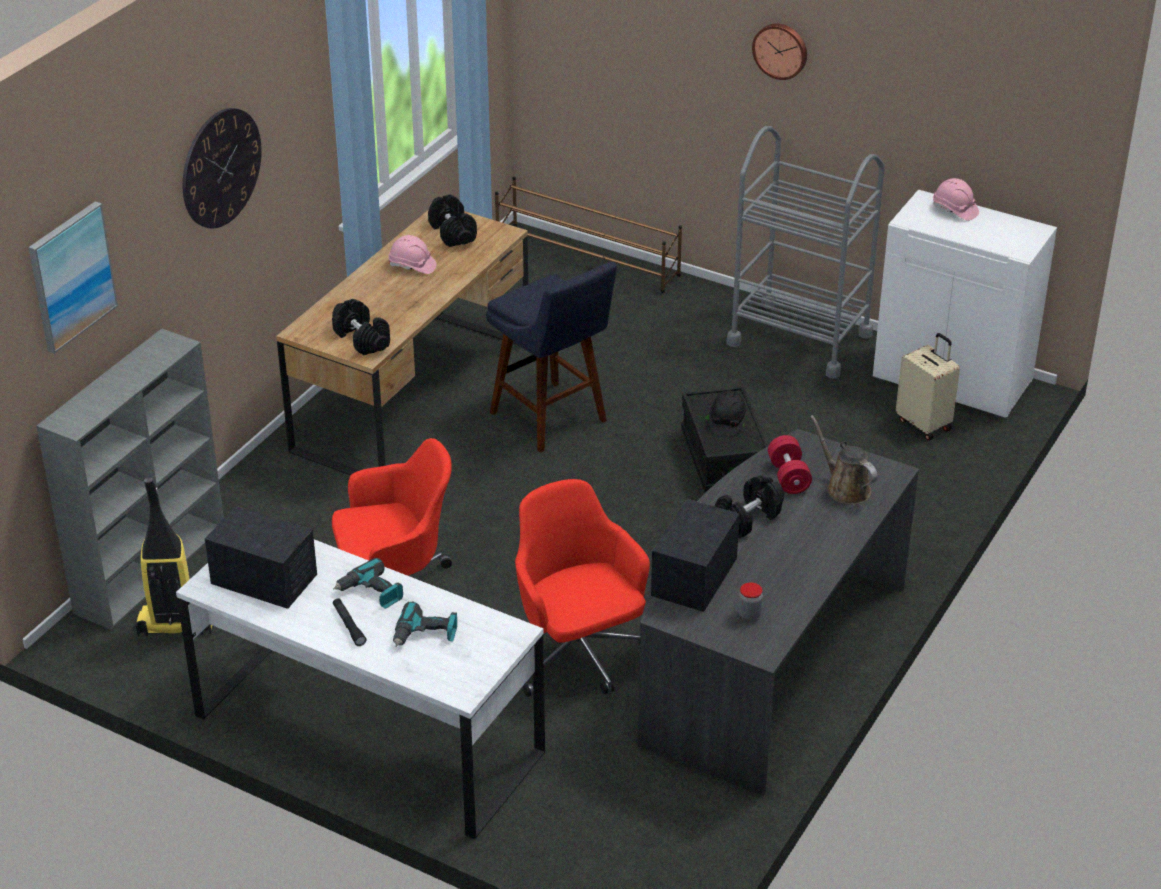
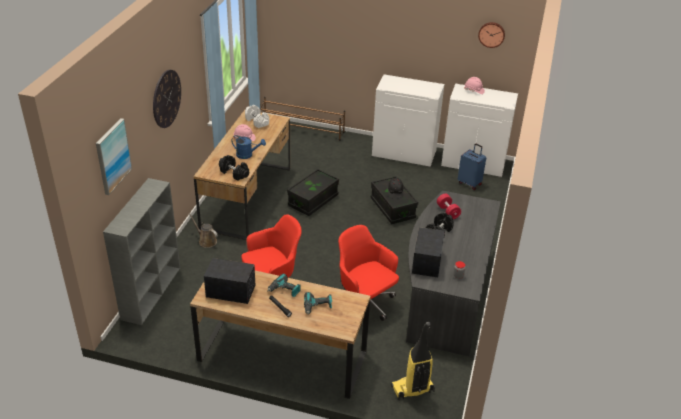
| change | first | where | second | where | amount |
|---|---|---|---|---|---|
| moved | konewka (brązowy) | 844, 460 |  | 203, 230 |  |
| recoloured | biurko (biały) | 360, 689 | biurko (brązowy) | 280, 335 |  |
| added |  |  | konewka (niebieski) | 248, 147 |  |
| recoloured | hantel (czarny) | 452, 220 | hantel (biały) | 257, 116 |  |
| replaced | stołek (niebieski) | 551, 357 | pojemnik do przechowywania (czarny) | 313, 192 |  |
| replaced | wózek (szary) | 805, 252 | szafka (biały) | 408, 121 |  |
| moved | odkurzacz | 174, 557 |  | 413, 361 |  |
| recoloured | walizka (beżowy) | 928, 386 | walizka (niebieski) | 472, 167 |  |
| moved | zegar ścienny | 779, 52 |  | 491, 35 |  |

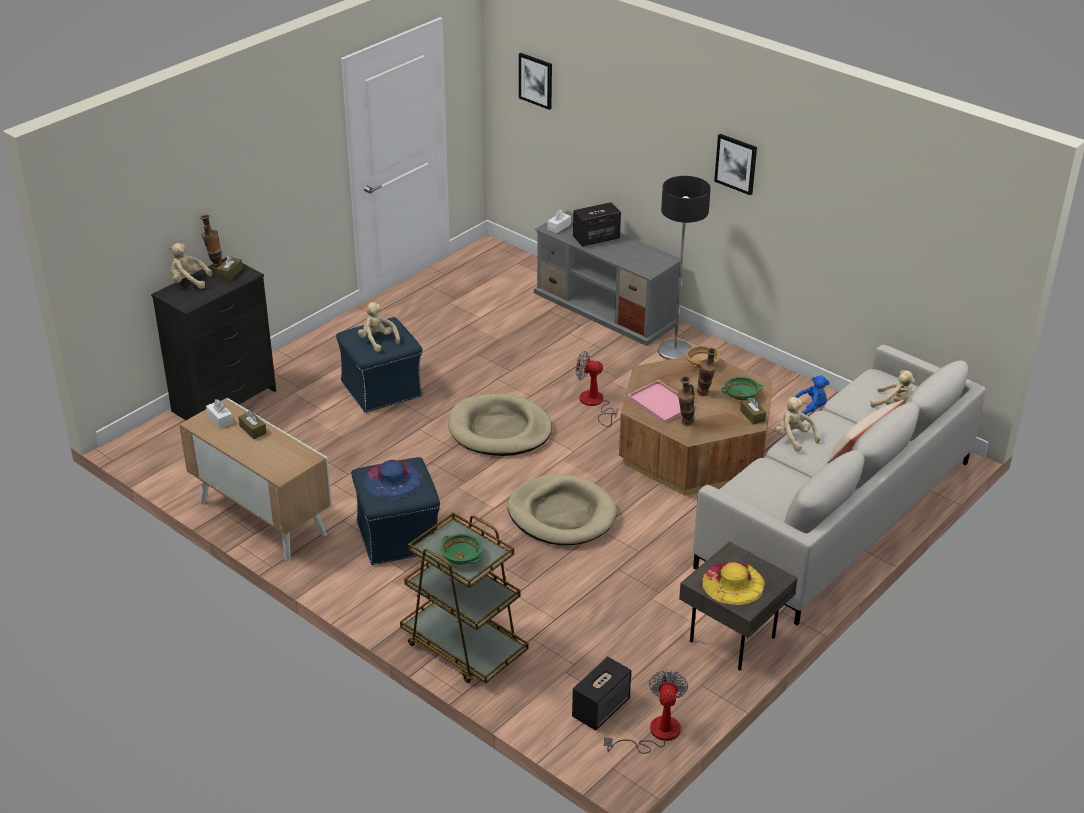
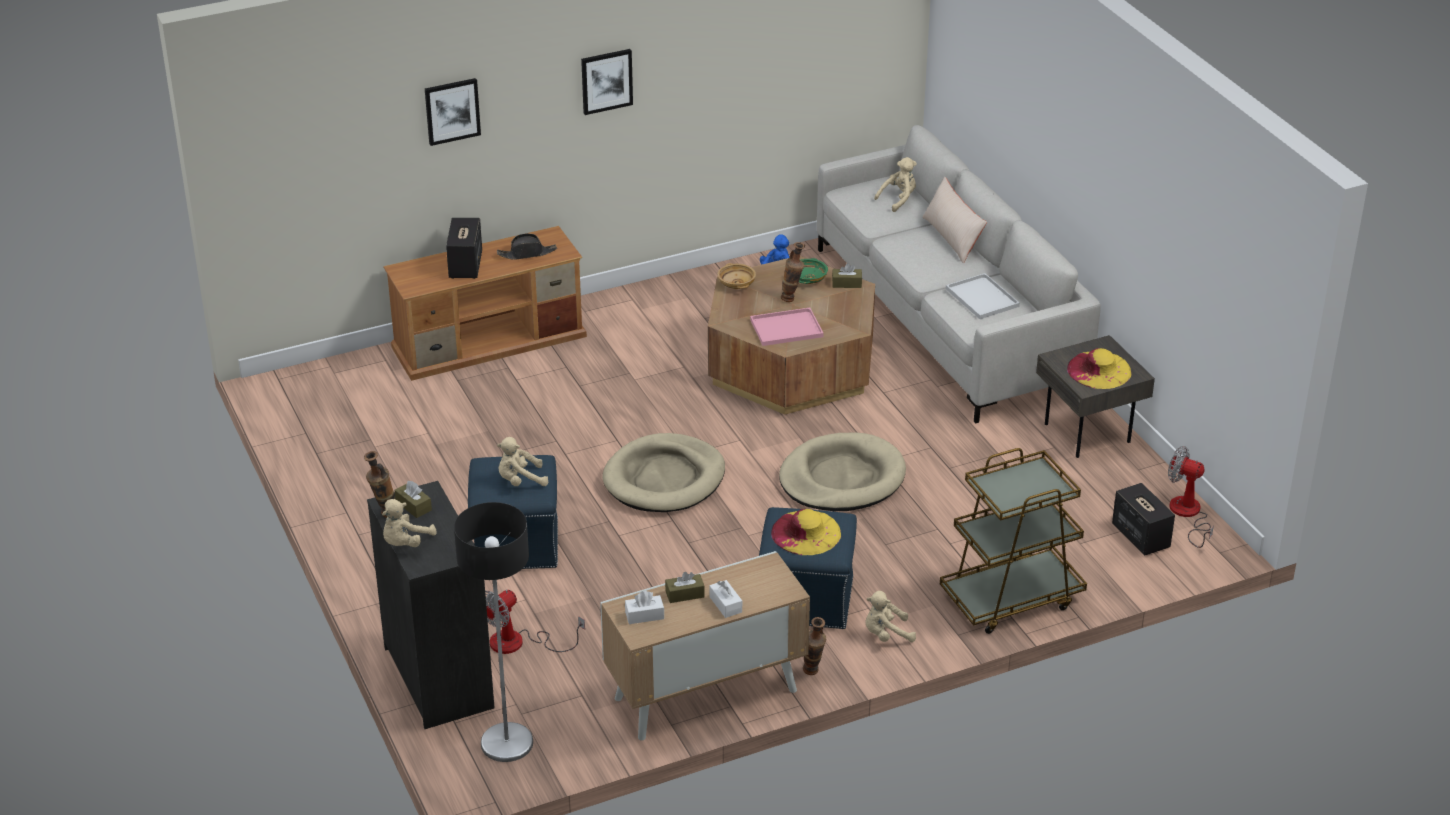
| change | first | where | second | where | amount |
|---|---|---|---|---|---|
| recoloured | szafka pod telewizor (szary) | 607, 278 | szafka pod telewizor (brązowy) | 485, 303 |  |
| moved | obraz | 535, 81 |  | 453, 112 |  |
| moved | lampa stojąca | 684, 268 |  | 493, 632 |  |
| moved | wentylator | 597, 389 |  | 535, 622 |  |
| added |  |  | kapelusz (czarny) | 527, 246 |  |
| moved | pudełko chusteczek (biały) | 559, 221 |  | 725, 599 |  |
| recoloured | kapelusz (niebieski) | 393, 479 | kapelusz (żółty) | 806, 532 |  |
| moved | wazon | 686, 401 |  | 814, 646 |  |
| moved | pluszak (beżowy) | 797, 424 |  | 890, 616 |  |
| added |  |  | taca (biały) | 983, 296 |  |
| removed | miska (zielony) | 461, 549 |  |  |  |

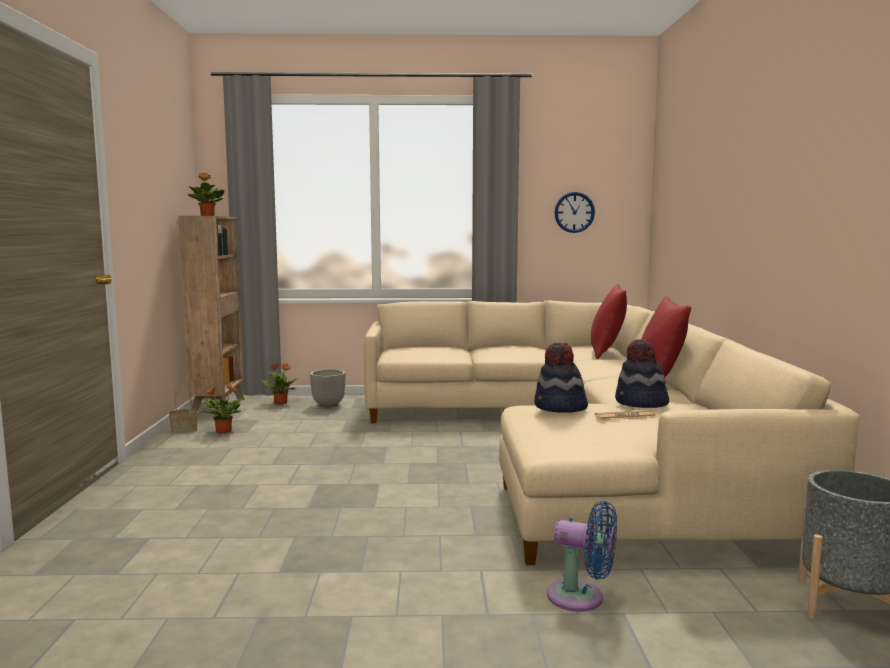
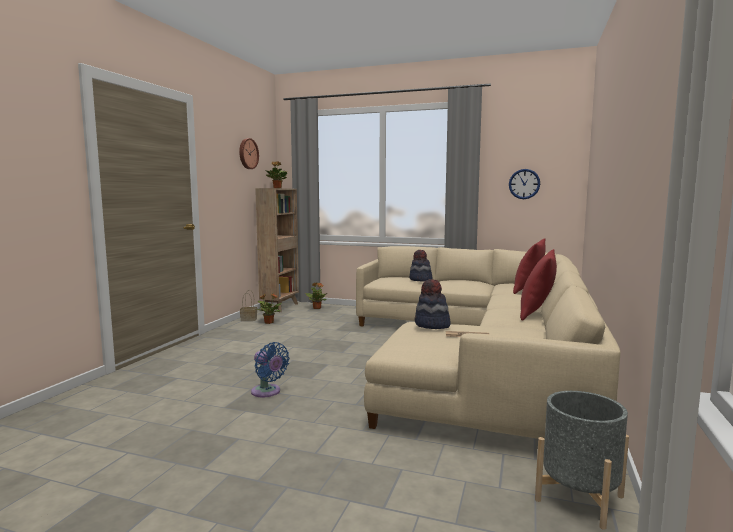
| change | first | where | second | where | amount |
|---|---|---|---|---|---|
| added |  |  | zegar ścienny | 249, 153 |  |
| moved | wentylator (niebieski) | 582, 556 |  | 270, 369 |  |
| moved | kapelusz | 642, 373 |  | 420, 265 |  |
| removed | donica | 328, 388 |  |  |  |

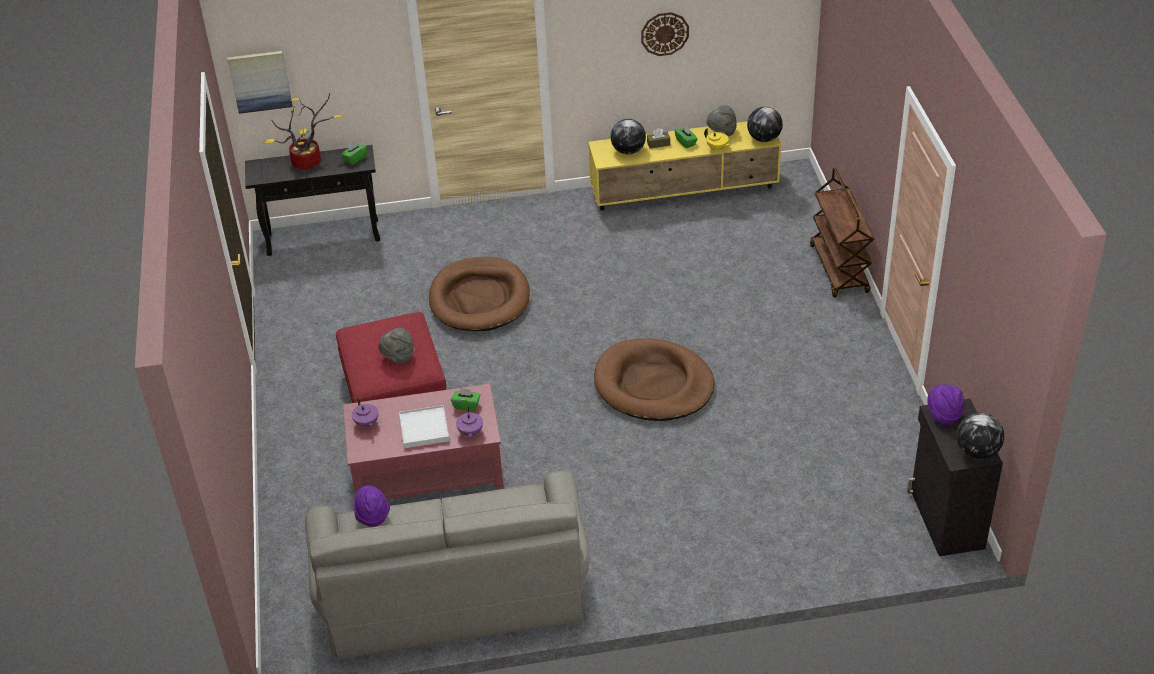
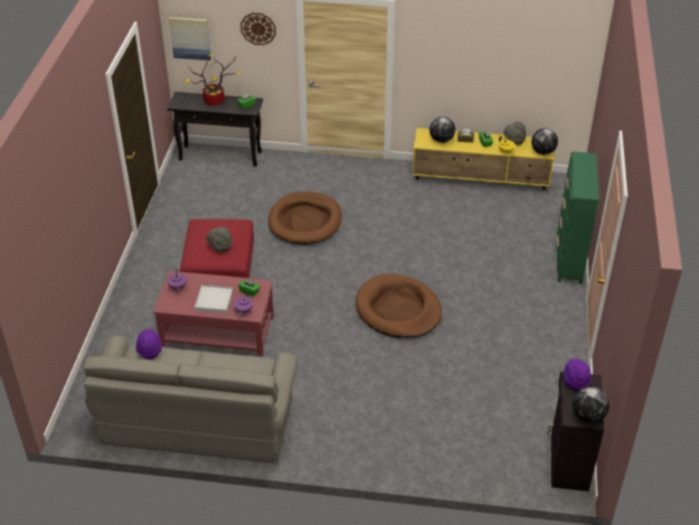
| change | first | where | second | where | amount |
|---|---|---|---|---|---|
| moved | zegar ścienny | 665, 34 |  | 258, 29 |  |
| replaced | wózek (brązowy) | 842, 232 | komoda (zielony) | 578, 217 |  |

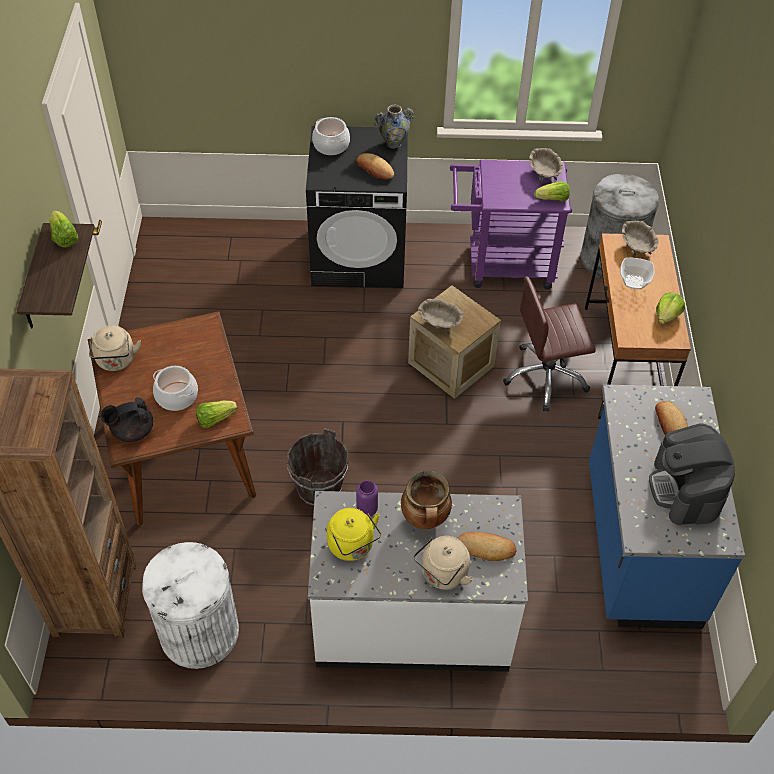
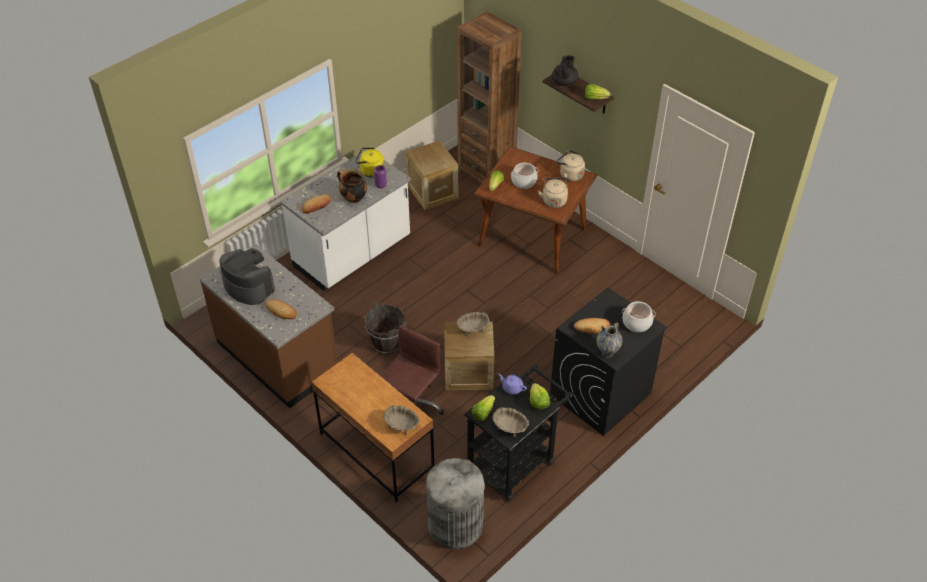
| change | first | where | second | where | amount |
|---|---|---|---|---|---|
| recoloured | zabudowa kuchenna (niebieski) | 667, 507 | zabudowa kuchenna (brązowy) | 268, 326 |  |
| moved | wiadro (brązowy) | 317, 467 |  | 385, 327 |  |
| replaced | kosz na śmieci (biały) | 190, 605 | skrzynka | 432, 175 |  |
| recoloured | wózek (fioletowy) | 511, 225 | wózek (czarny) | 519, 432 |  |
| added |  |  | imbryk (fioletowy) | 512, 384 |  |
| moved | sałata | 670, 308 |  | 540, 396 |  |
| moved | czajnik (beżowy) | 443, 563 |  | 553, 193 |  |
| moved | imbryk (czarny) | 126, 419 |  | 565, 71 |  |
| removed | miska | 637, 273 |  |  |  |

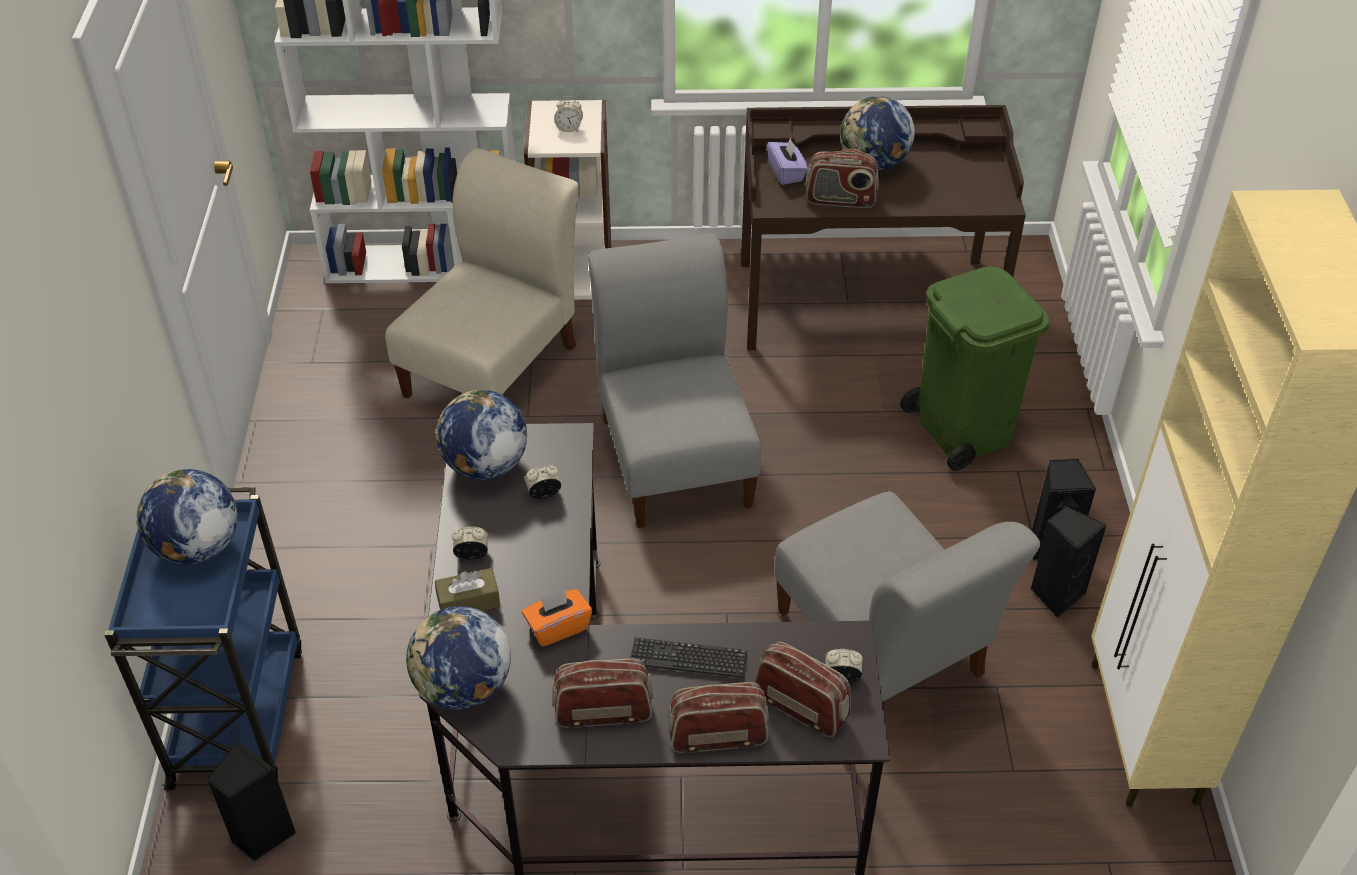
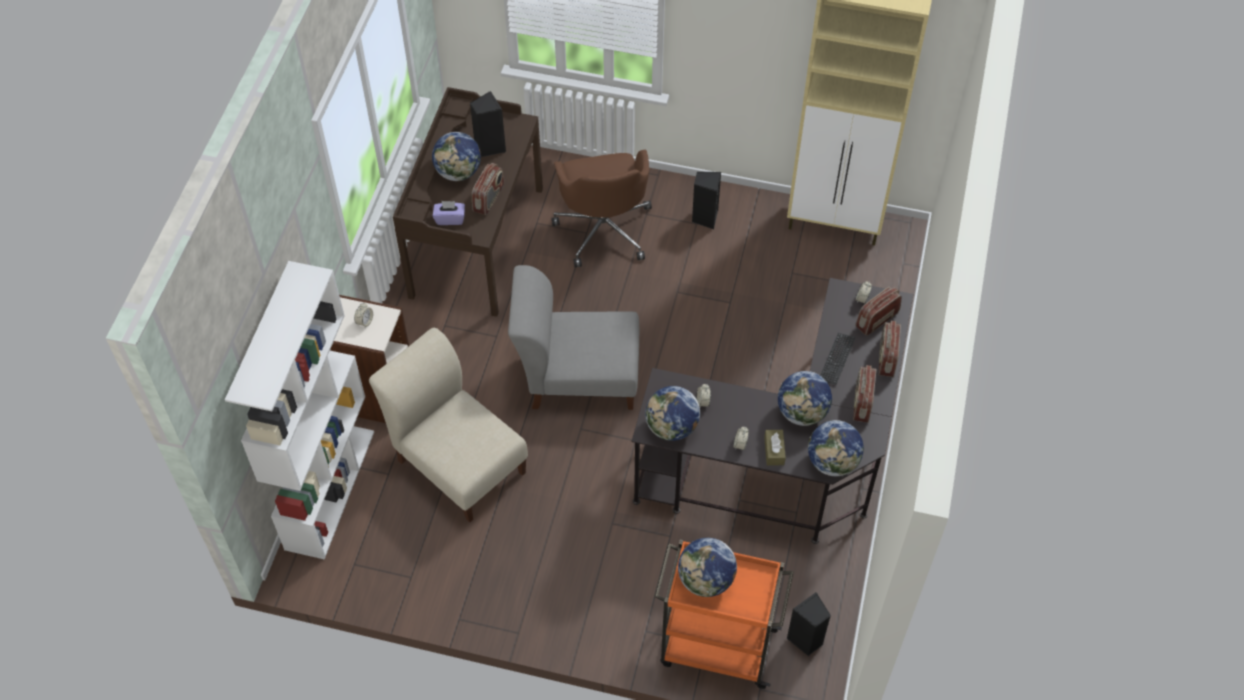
| change | first | where | second | where | amount |
|---|---|---|---|---|---|
| moved | głośnik (czarny) | 1068, 561 |  | 488, 124 |  |
| replaced | kosz na śmieci (zielony) | 975, 368 | krzesło biurowe (brązowy) | 601, 208 |  |
| recoloured | wózek (niebieski) | 203, 638 | wózek (pomarańczowy) | 724, 614 |  |
| replaced | pudełko chusteczek (pomarańczowy) | 557, 618 | globus | 805, 398 |  |
| removed | krzesło (szary) | 907, 600 |  |  |  |

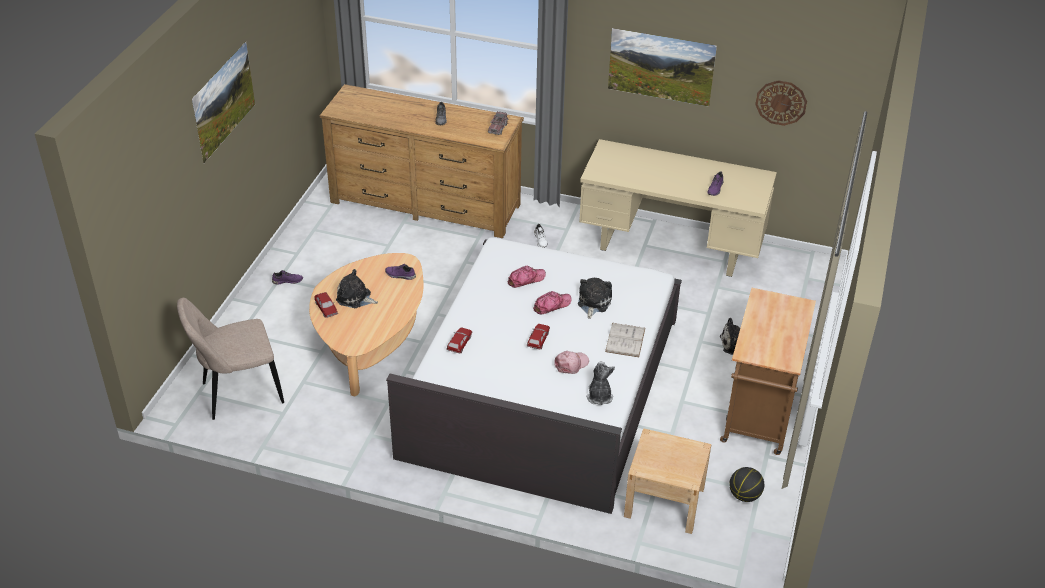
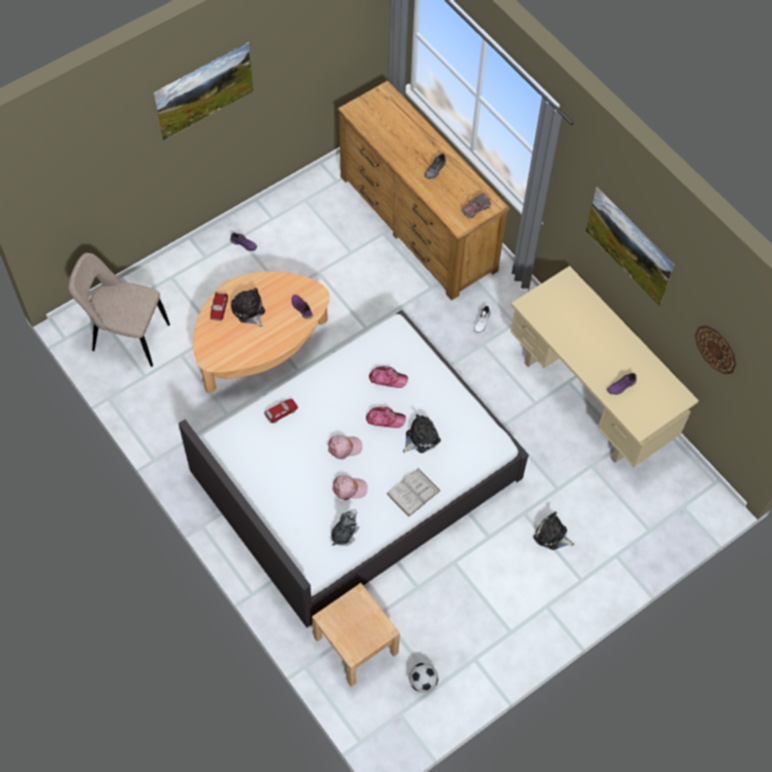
| change | first | where | second | where | amount |
|---|---|---|---|---|---|
| replaced | samochodzik | 538, 336 | czapka z daszkiem (różowy) | 345, 447 |  |
| replaced | piłka do koszykówki | 746, 484 | piłka futbolowa | 423, 678 |  |
| removed | wózek (brązowy) | 768, 371 |  |  |  |

